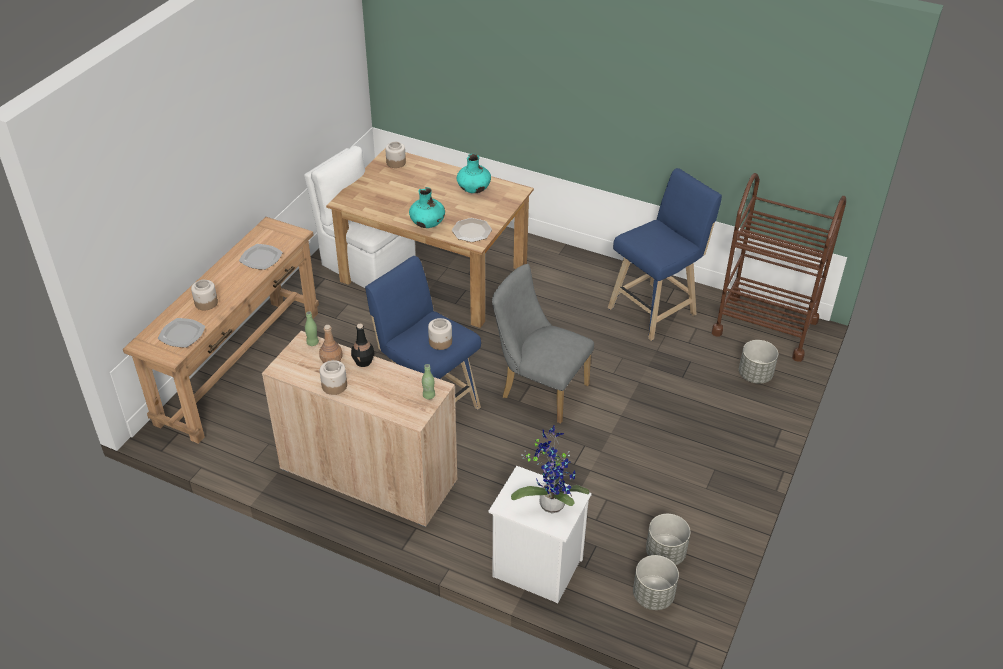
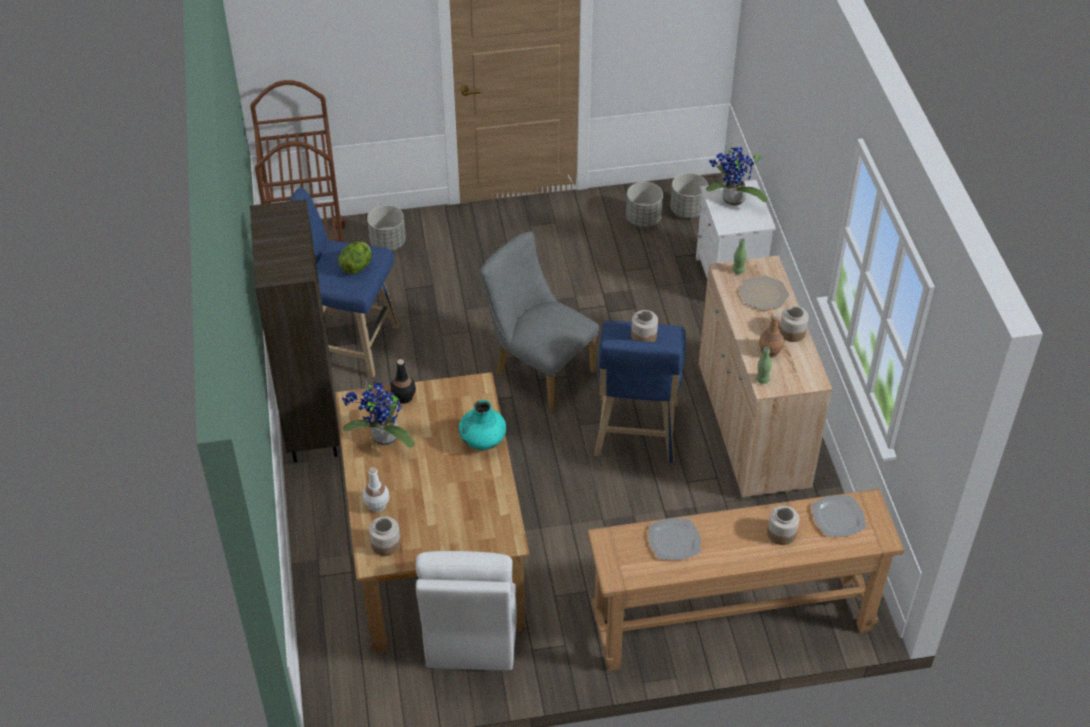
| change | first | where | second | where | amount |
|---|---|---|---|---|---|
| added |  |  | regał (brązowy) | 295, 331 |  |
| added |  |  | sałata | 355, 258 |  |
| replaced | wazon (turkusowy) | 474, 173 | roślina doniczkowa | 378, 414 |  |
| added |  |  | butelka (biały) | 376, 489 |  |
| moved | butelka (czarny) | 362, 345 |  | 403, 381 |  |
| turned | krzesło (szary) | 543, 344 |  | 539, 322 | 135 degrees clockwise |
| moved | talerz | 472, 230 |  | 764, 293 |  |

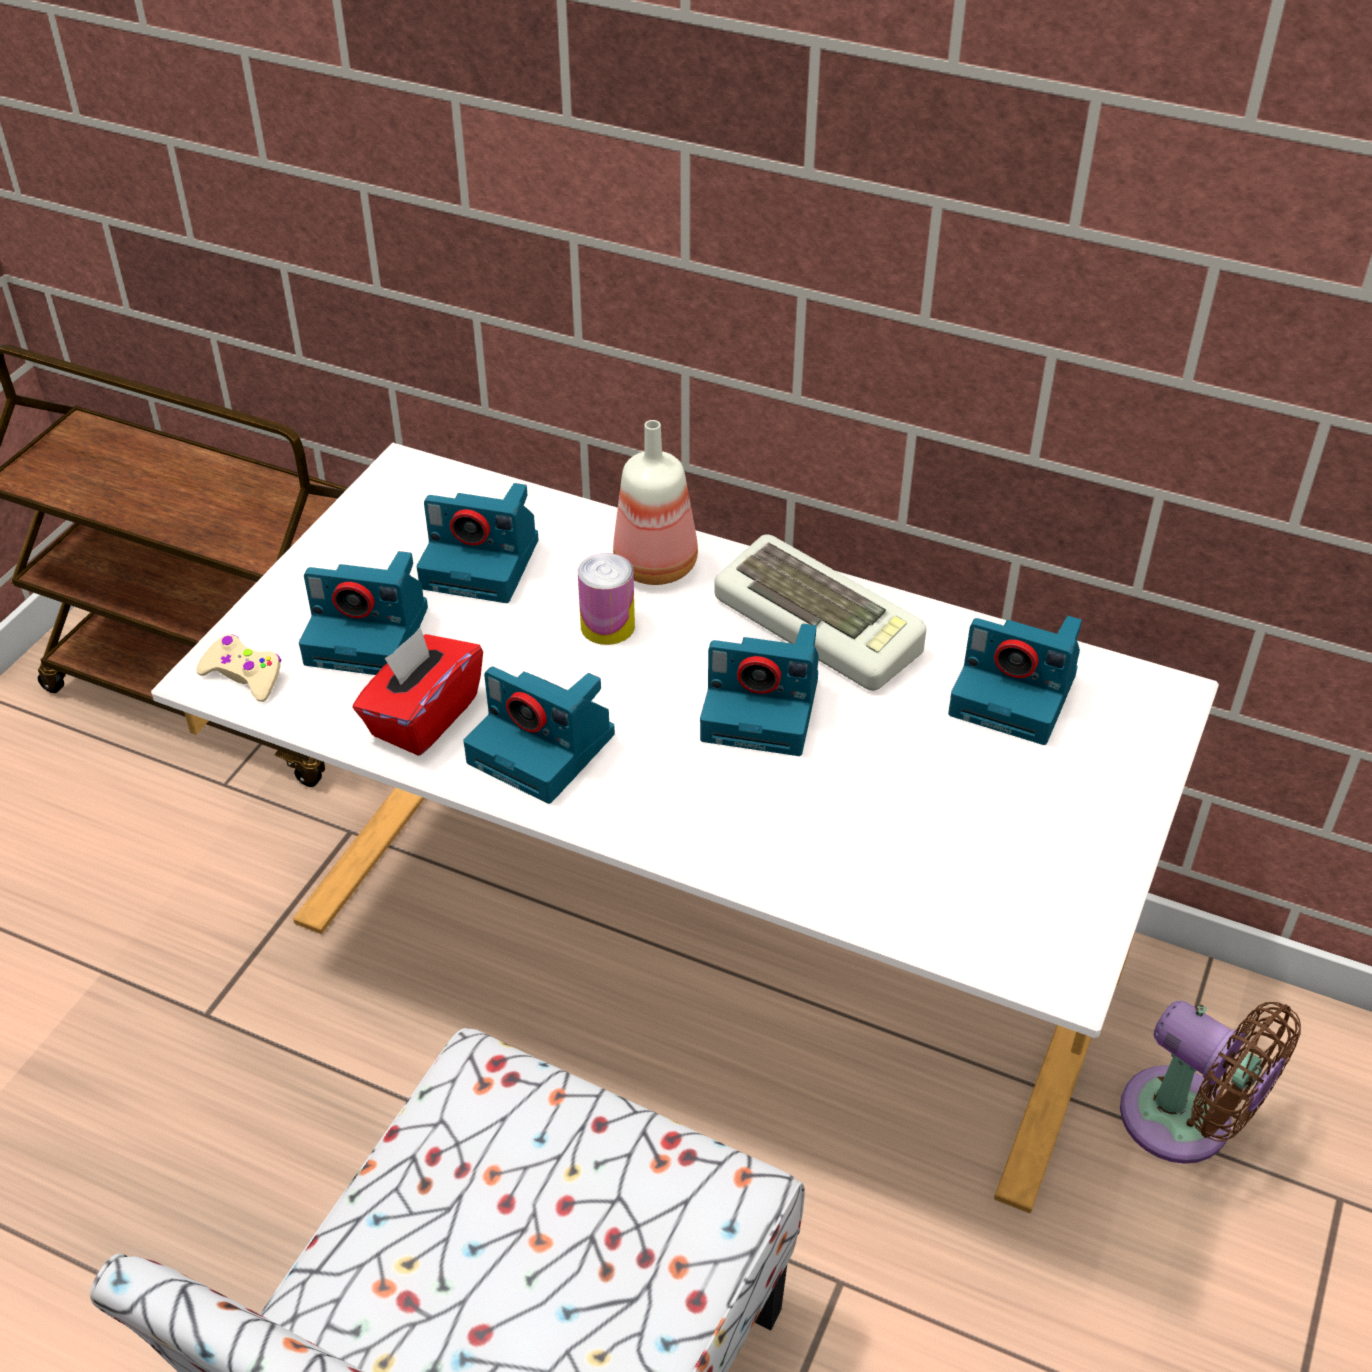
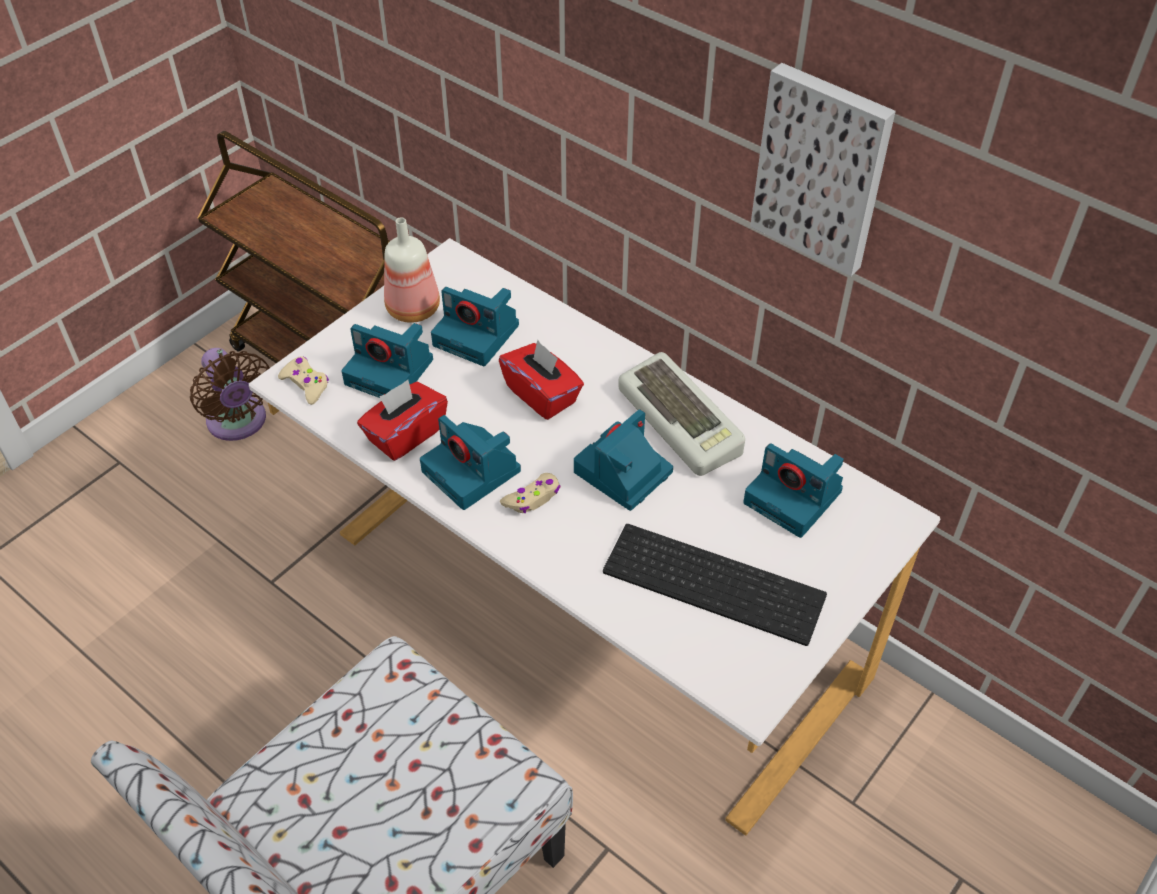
| change | first | where | second | where | amount |
|---|---|---|---|---|---|
| moved | wentylator (brązowy) | 1210, 1082 |  | 230, 394 |  |
| moved | butelka | 655, 502 |  | 412, 270 |  |
| replaced | puszka | 606, 599 | pudełko chusteczek (czerwony) | 541, 380 |  |
| added |  |  | pad do gier (beżowy) | 530, 493 |  |
| turned | aparat fotograficzny | 759, 690 |  | 623, 460 | 105 degrees clockwise |
| added |  |  | klawiatura | 715, 585 |  |
| added |  |  | obraz | 823, 169 |  |

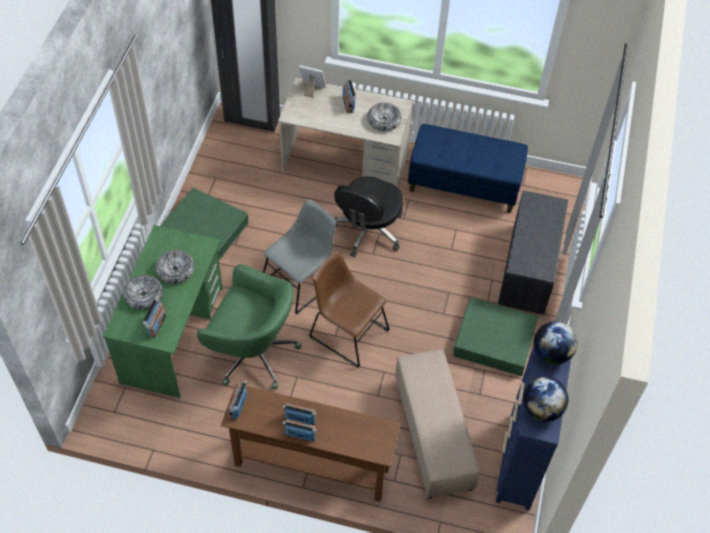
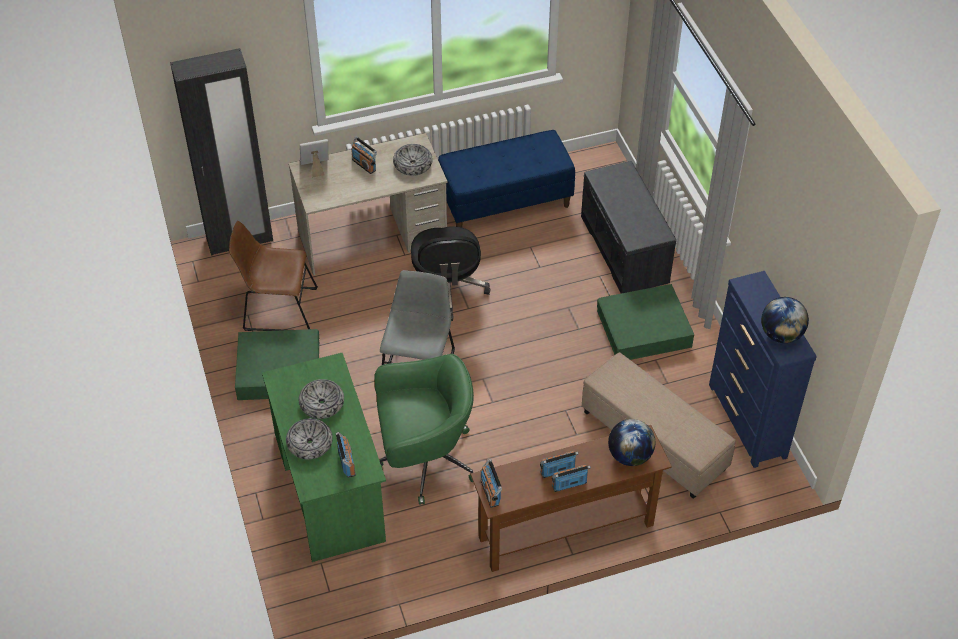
| change | first | where | second | where | amount |
|---|---|---|---|---|---|
| moved | krzesło (brązowy) | 349, 309 |  | 273, 276 |  |
| moved | globus | 555, 343 |  | 631, 442 |  |

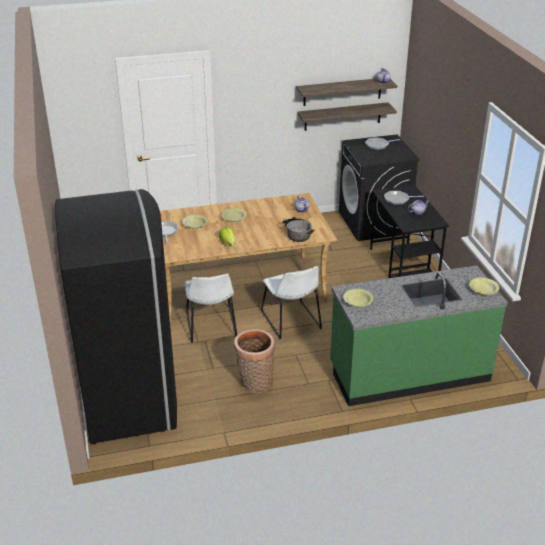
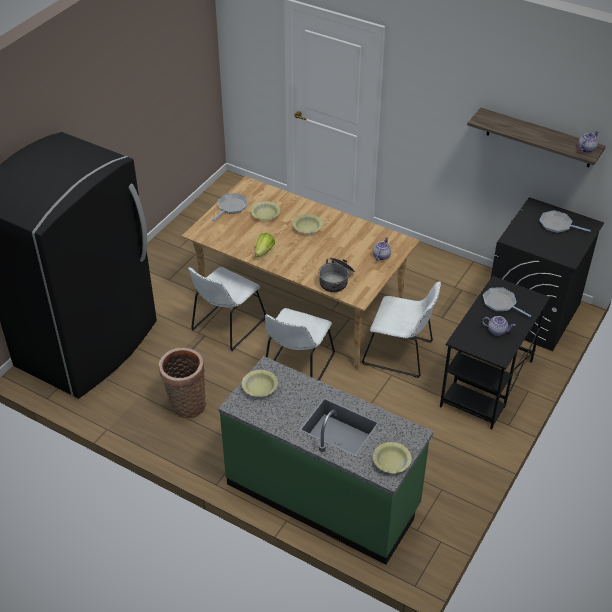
| change | first | where | second | where | amount |
|---|---|---|---|---|---|
| added |  |  | krzesło (biały) | 401, 330 |  |
| removed | półka | 347, 116 |  |  |  |

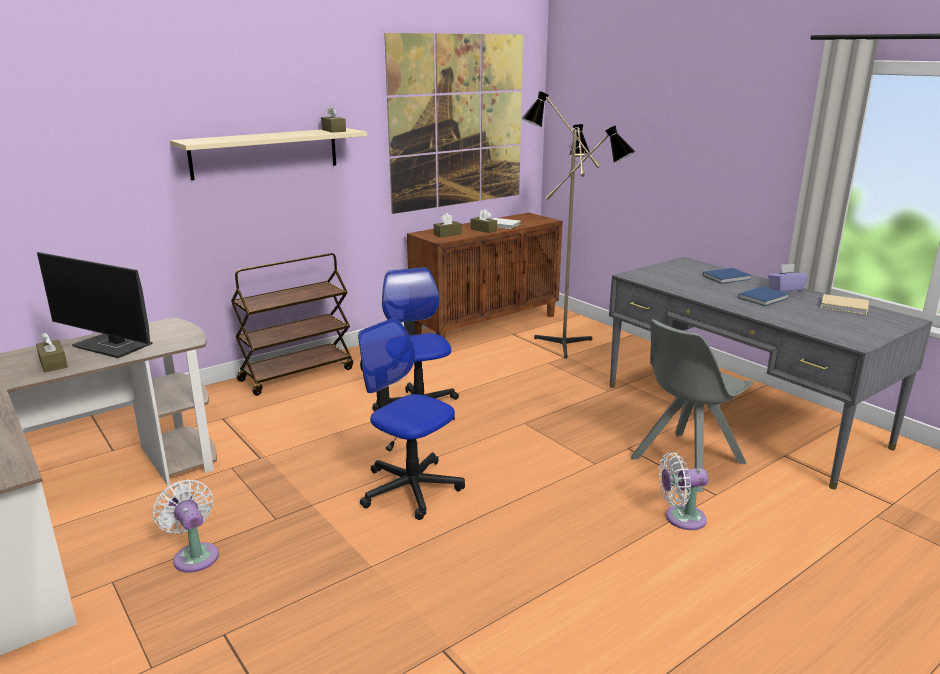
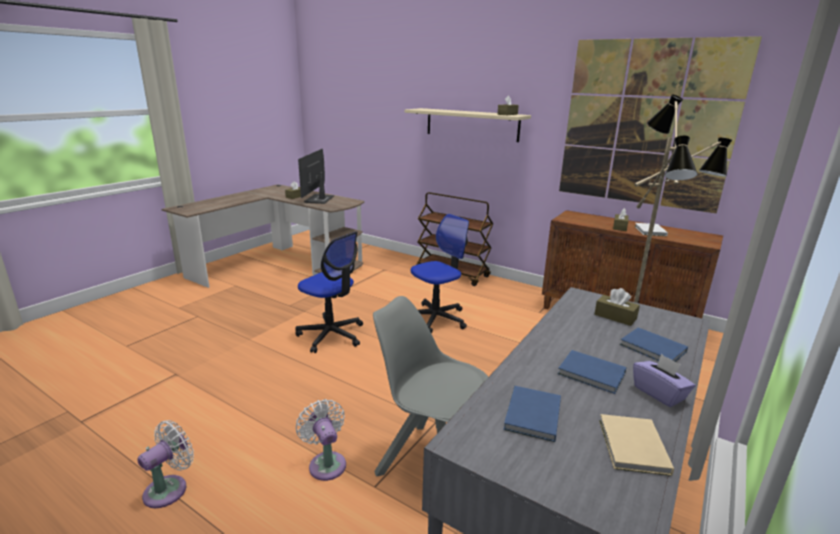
| change | first | where | second | where | amount |
|---|---|---|---|---|---|
| moved | wentylator (biały) | 186, 526 |  | 165, 464 |  |
| turned | krzesło biurowe | 411, 419 |  | 329, 292 | 105 degrees clockwise |
| added |  |  | książka (niebieski) | 532, 414 |  |
| moved | pudełko chusteczek (brązowy) | 448, 225 |  | 617, 307 |  |

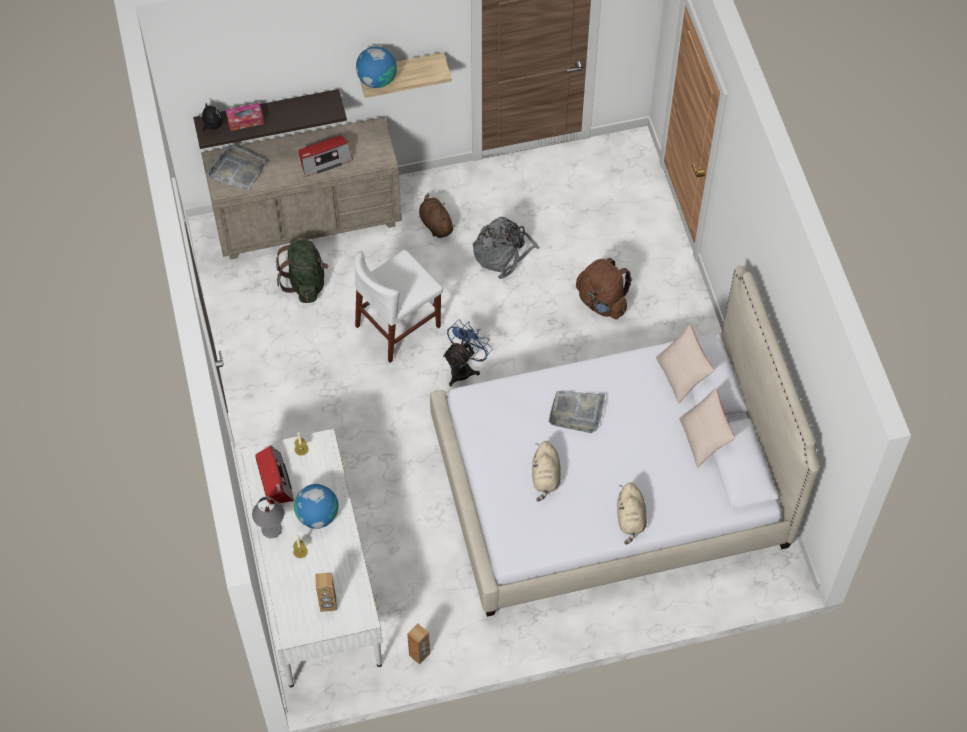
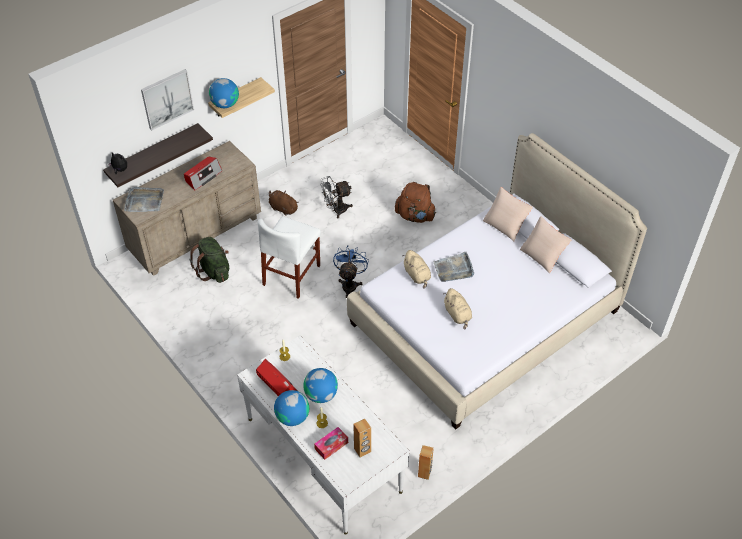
| change | first | where | second | where | amount |
|---|---|---|---|---|---|
| added |  |  | obraz | 167, 100 |  |
| replaced | lampa stołowa (szary) | 268, 517 | globus | 291, 408 |  |
| moved | pudełko chusteczek | 245, 117 |  | 331, 443 |  |
| replaced | plecak (szary) | 506, 248 | wentylator (szary) | 336, 197 |  |
| moved | pluszak (beżowy) | 632, 513 |  | 416, 269 |  |

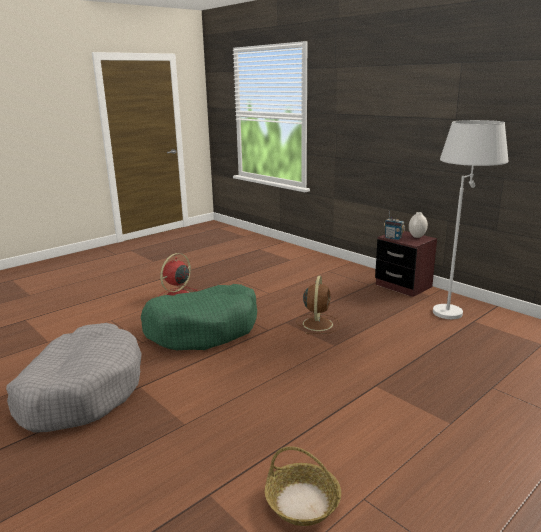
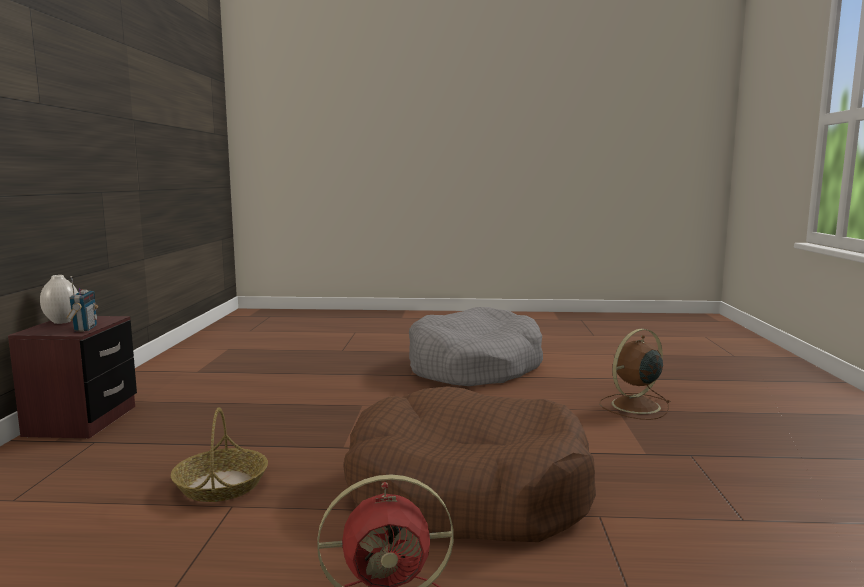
| change | first | where | second | where | amount |
|---|---|---|---|---|---|
| moved | koszyk | 303, 486 |  | 219, 454 |  |
| recoloured | legowisko (zielony) | 199, 317 | legowisko (brązowy) | 469, 464 |  |
| moved | legowisko (szary) | 74, 378 |  | 476, 346 |  |
| moved | wentylator (brązowy) | 317, 305 |  | 635, 374 |  |
| removed | lampa stojąca (biały) | 471, 219 |  |  |  |

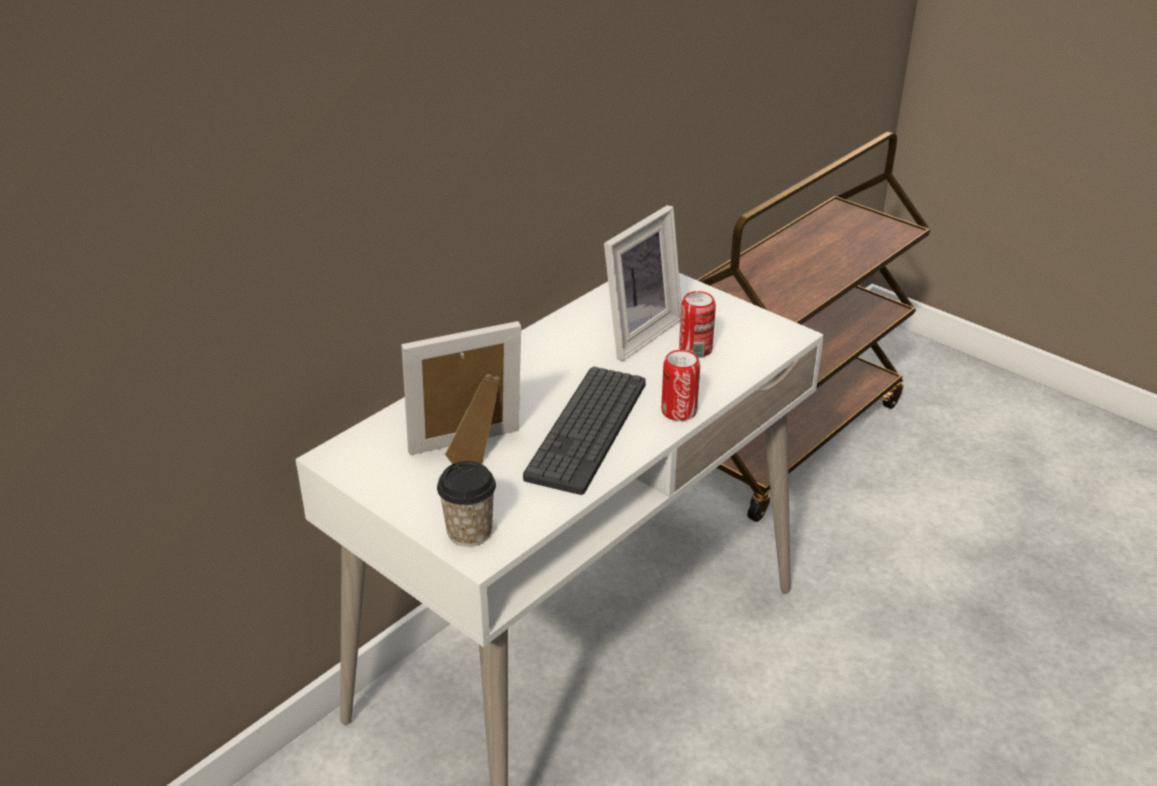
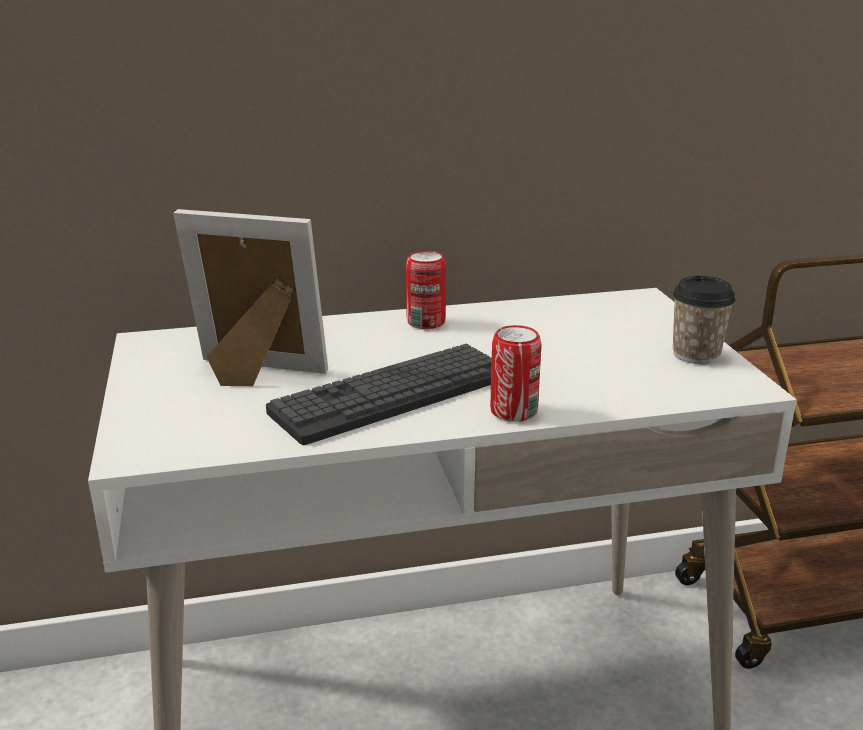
| change | first | where | second | where | amount |
|---|---|---|---|---|---|
| moved | puszka | 697, 324 |  | 426, 290 |  |
| moved | filiżanka | 466, 504 |  | 704, 320 |  |
| removed | ramka na zdjęcie | 642, 283 |  |  |  |

